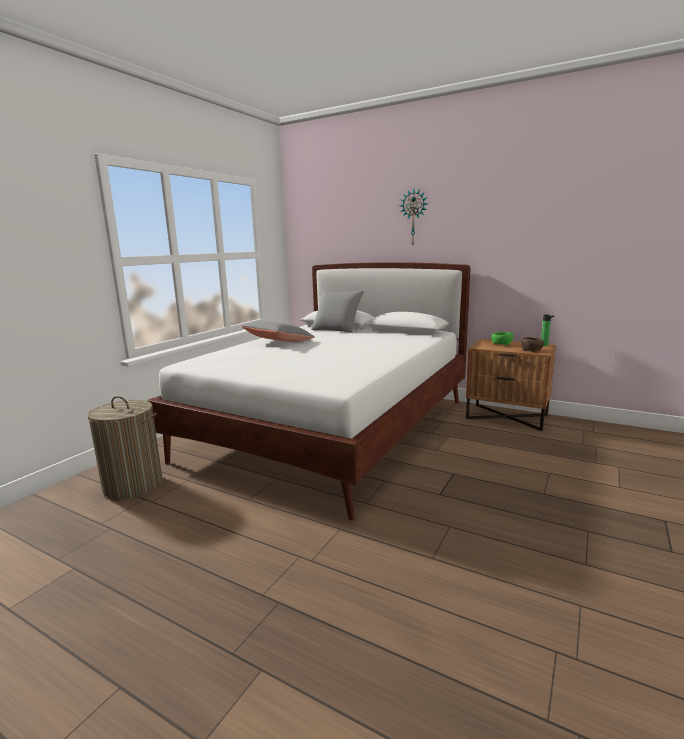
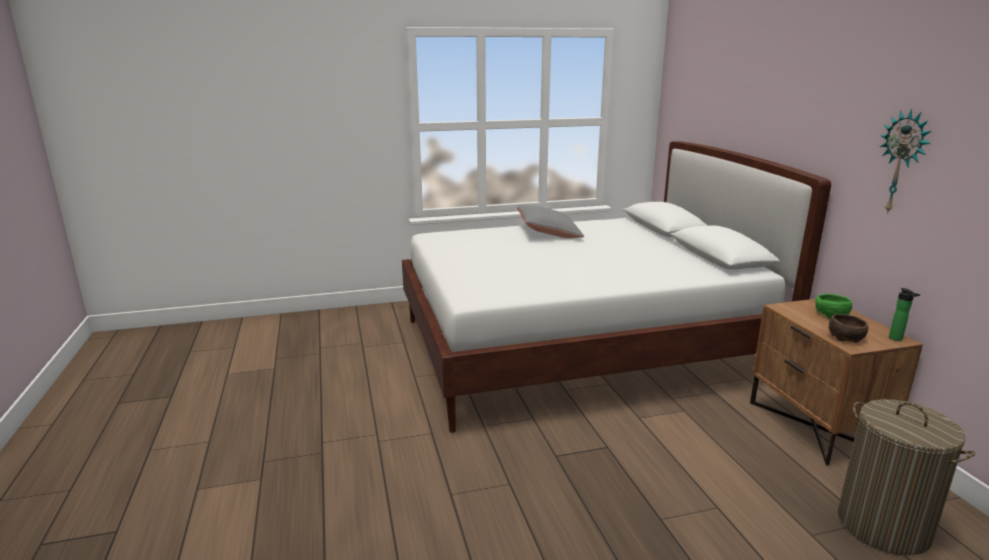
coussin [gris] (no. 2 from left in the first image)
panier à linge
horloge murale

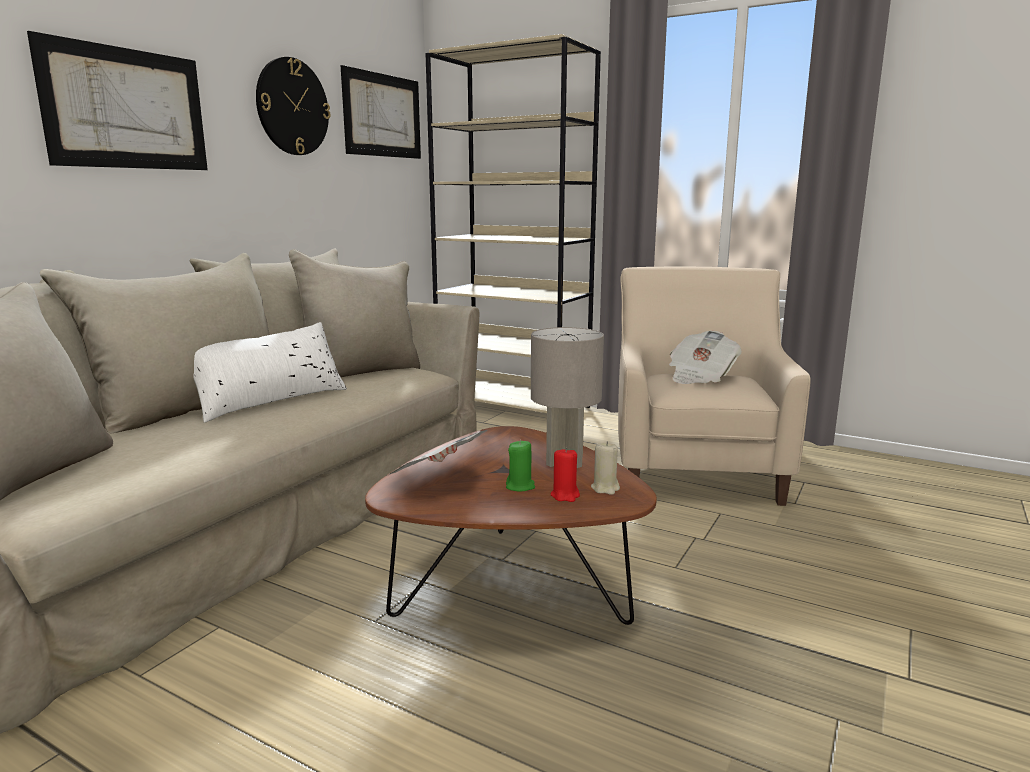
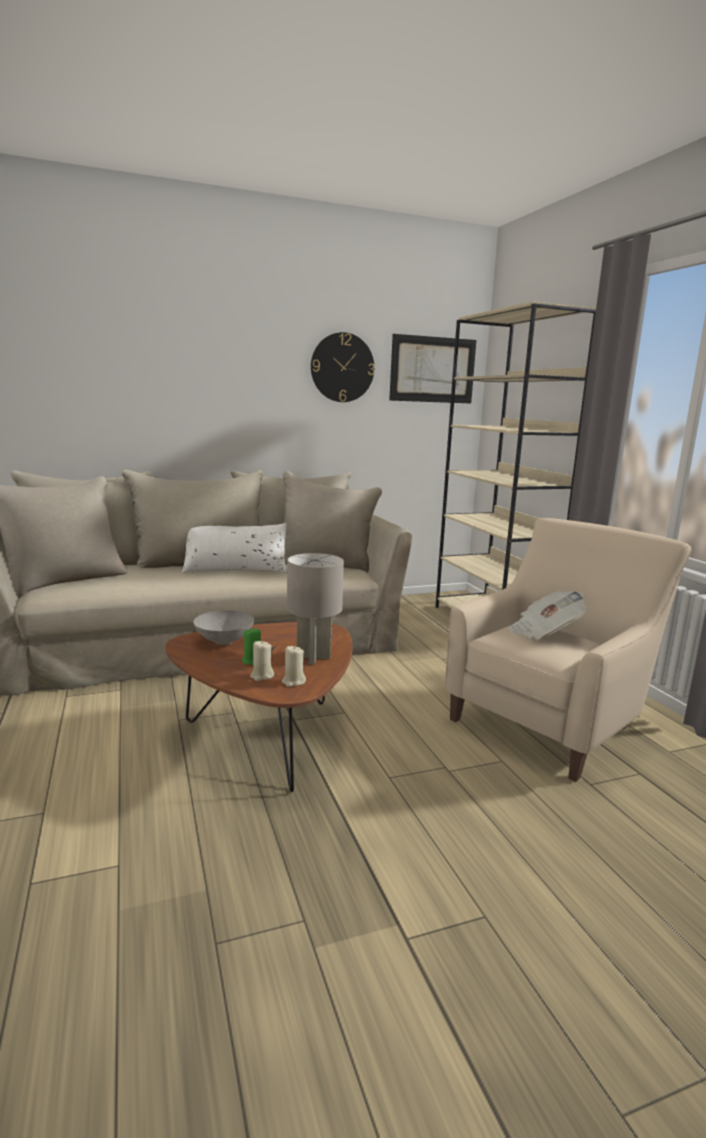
tableau (no. 1 from left in the first image)
bol [gris]
bougie [beige] (no. 1 from left)

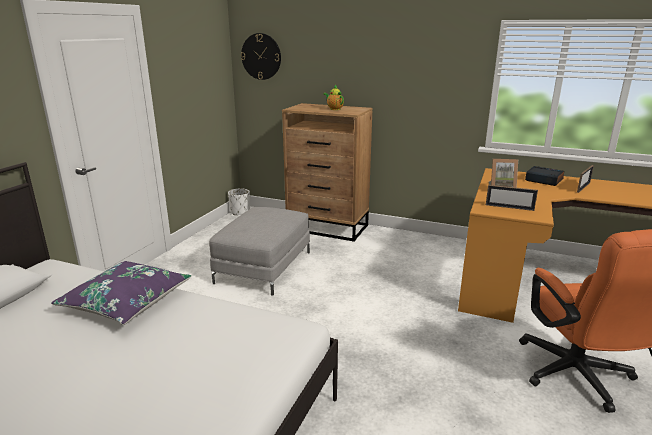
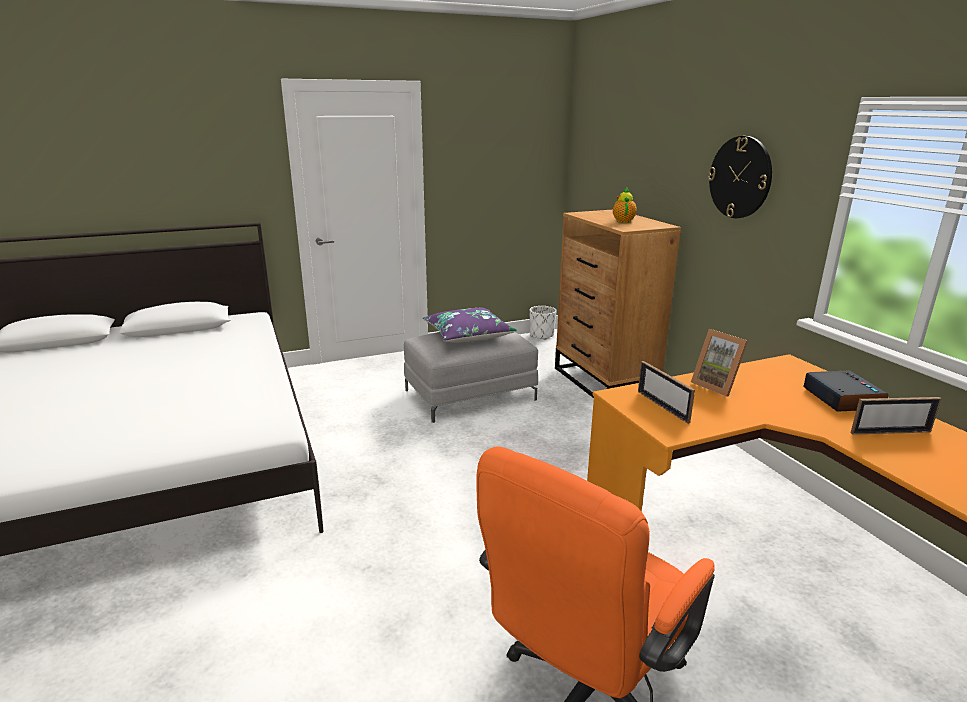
coussin [violet]
horloge murale

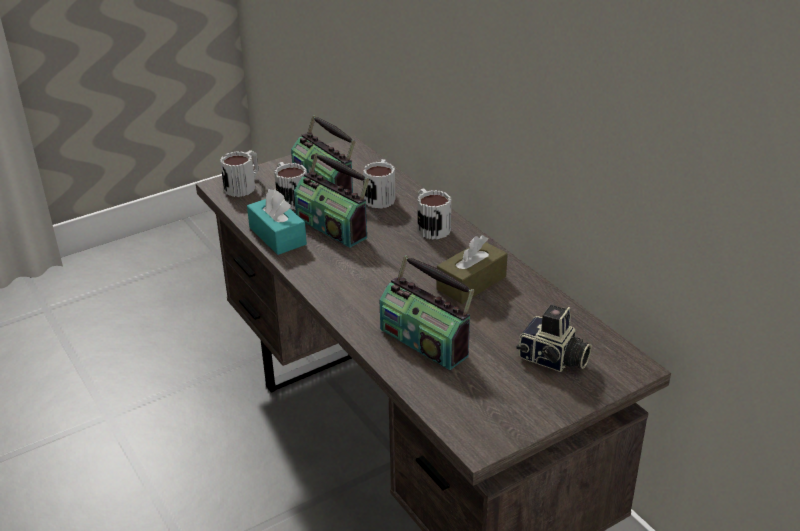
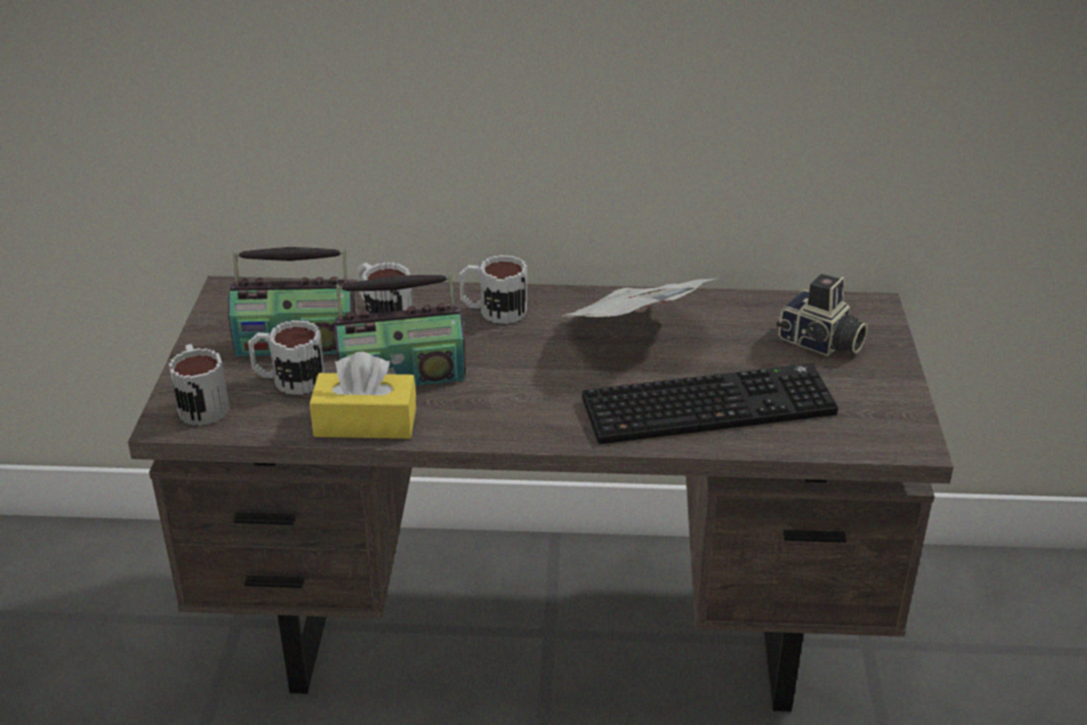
clavier
journal
boîte à mouchoirs [jaune]
appareil photo

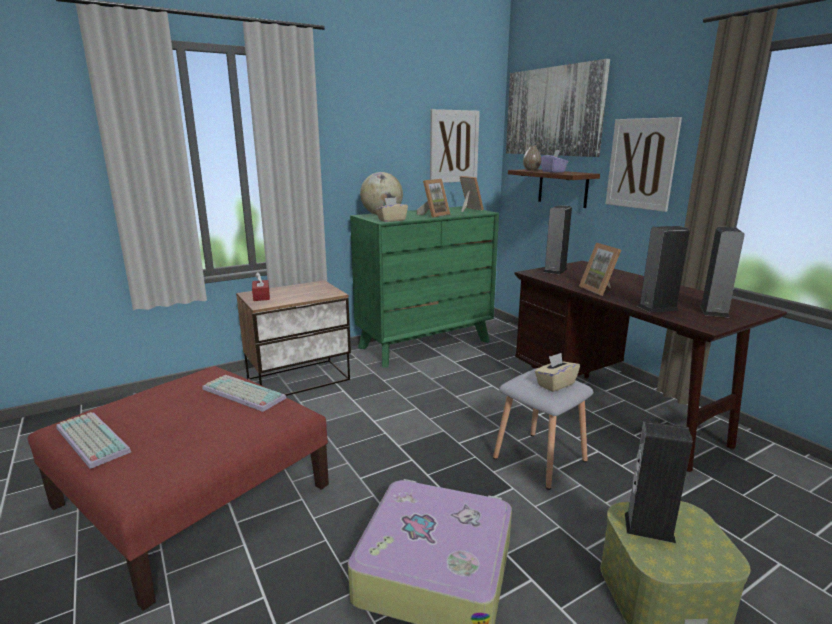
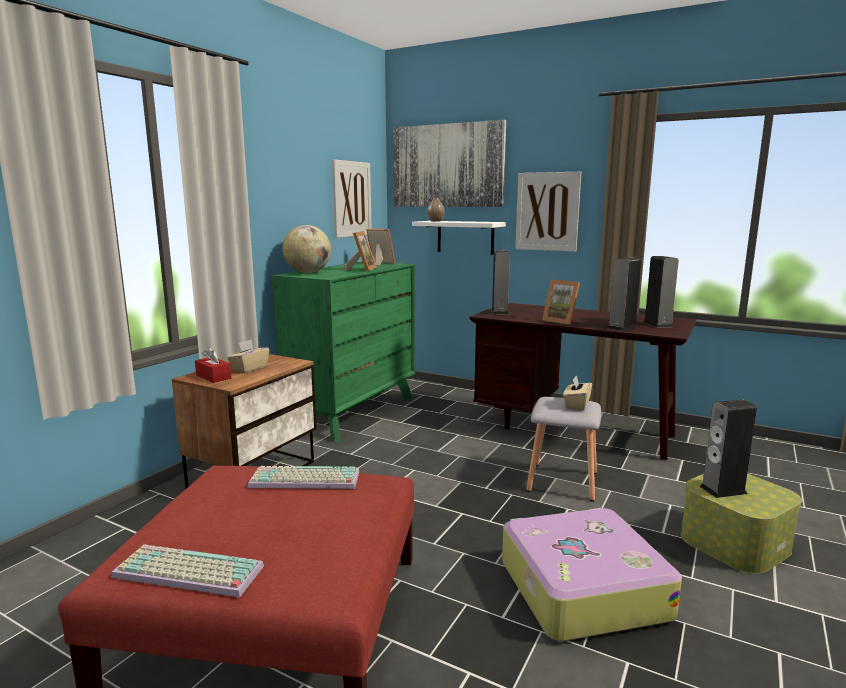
boîte à mouchoirs [violet]
boîte à mouchoirs [beige] (no. 1 from left)
étagère [blanc]

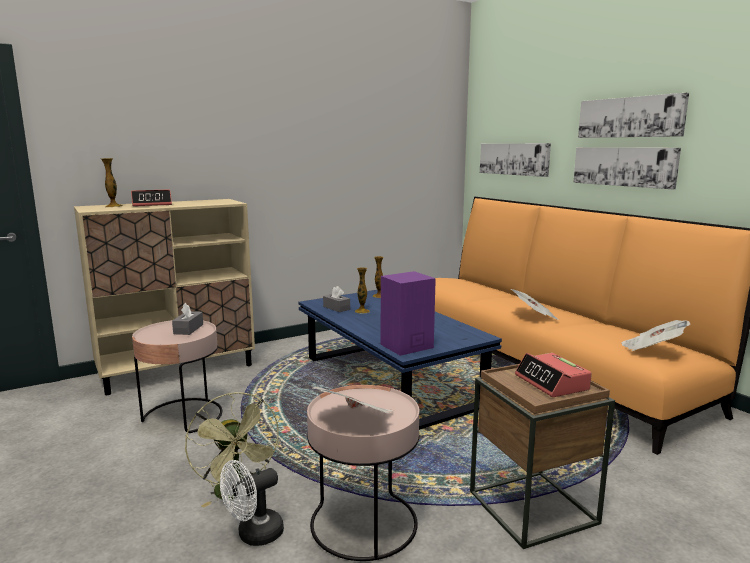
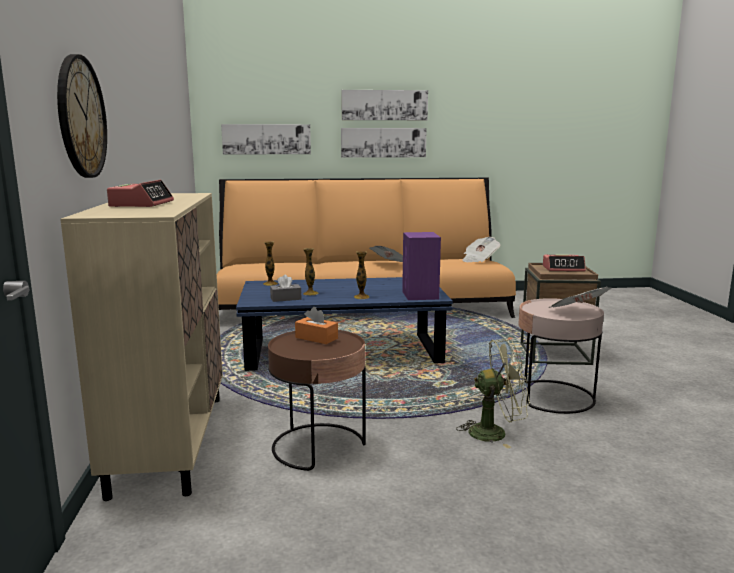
ventilateur [blanc]
horloge murale
vase (no. 3 from left)
table d'appoint [marron] (no. 1 from left)
boîte à mouchoirs [orange]

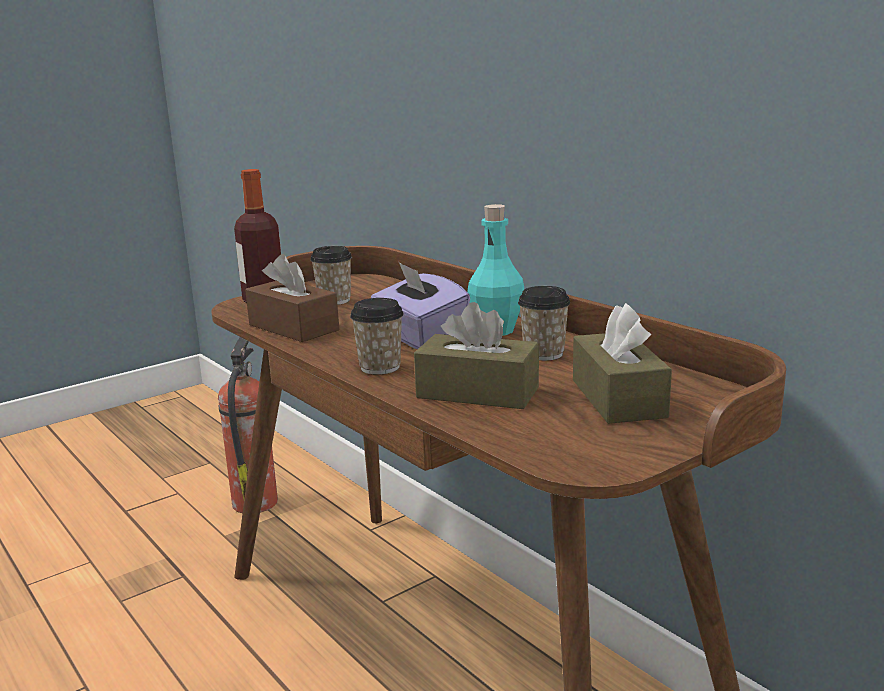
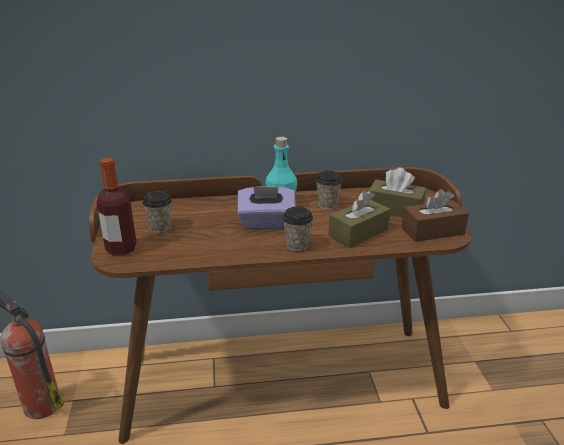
boîte à mouchoirs [marron] (no. 3 from left)

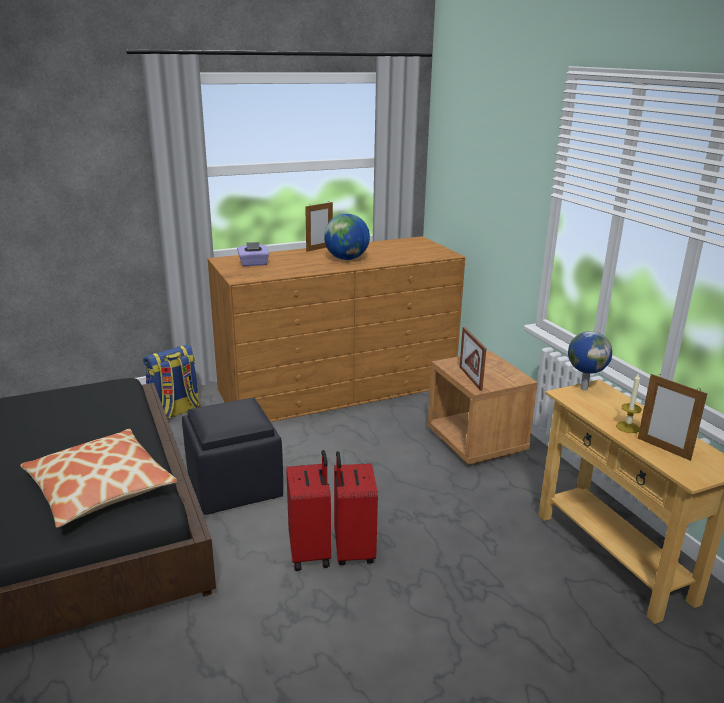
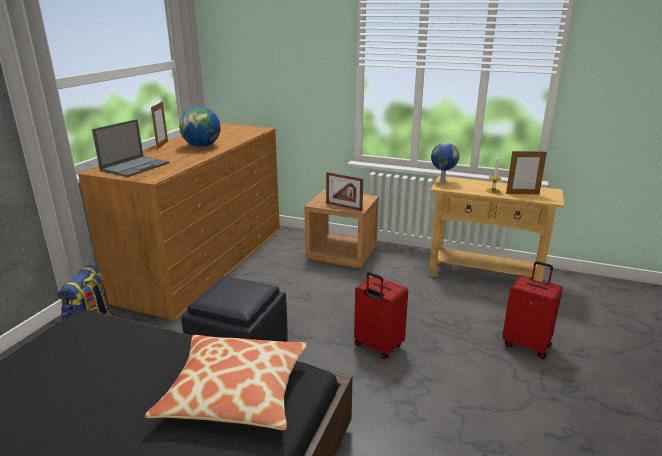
valise [rouge] (no. 2 from left)
ordinateur portable

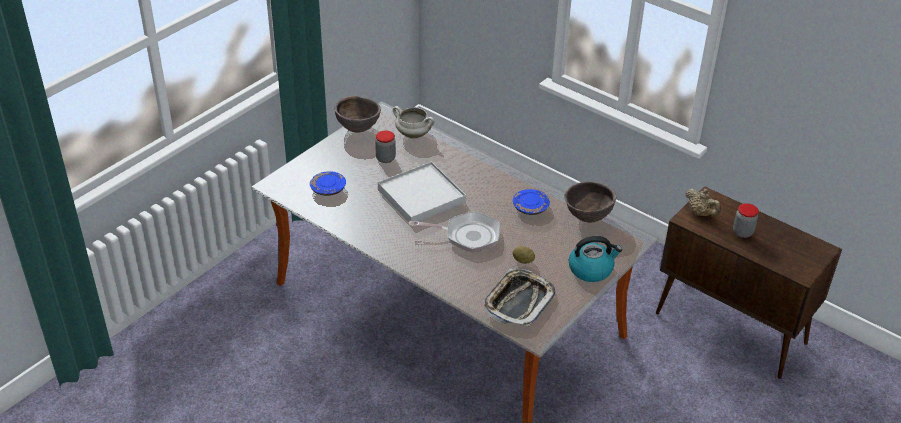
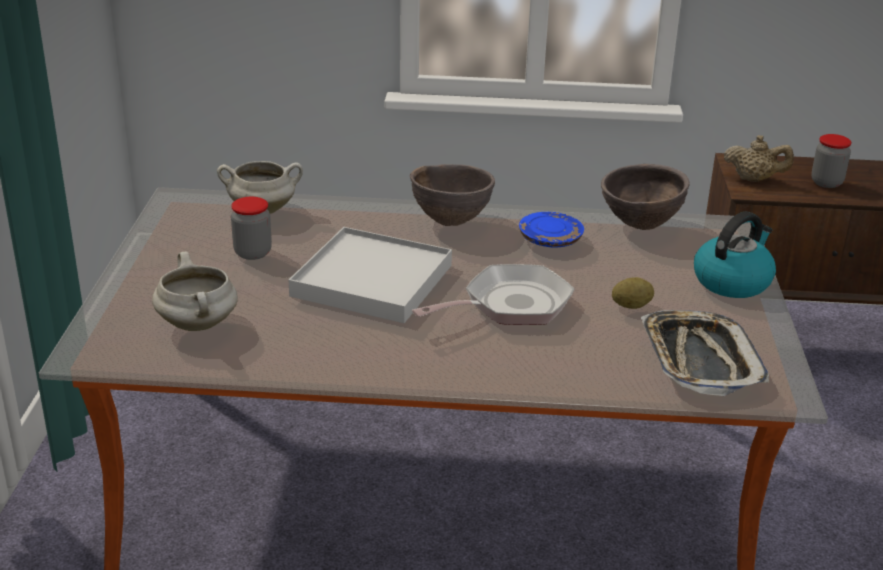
bol [marron] (no. 1 from left)
marmite [blanc] (no. 1 from left)

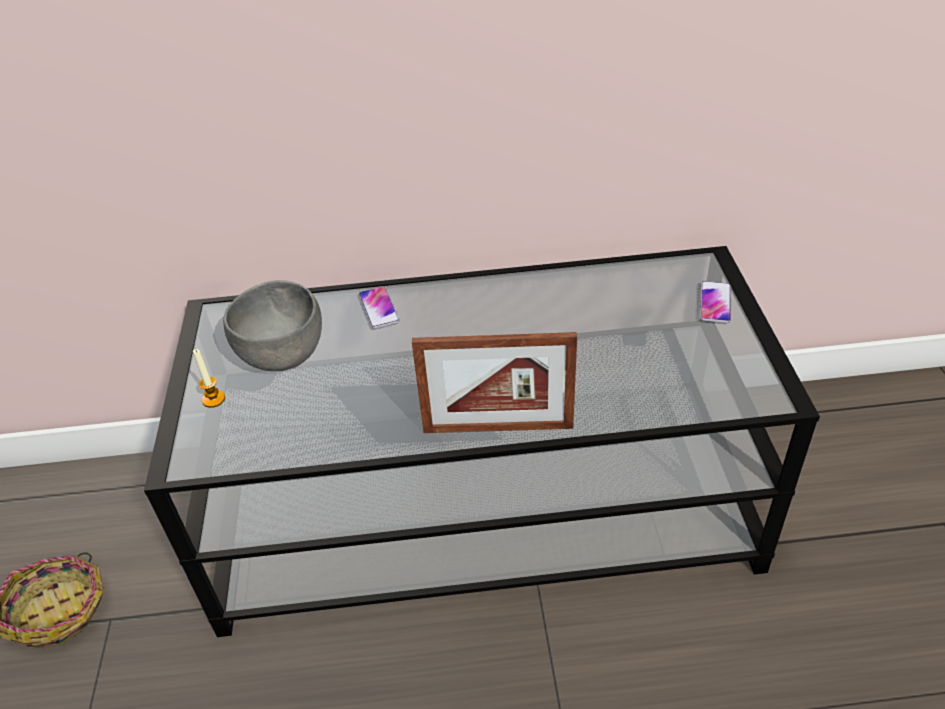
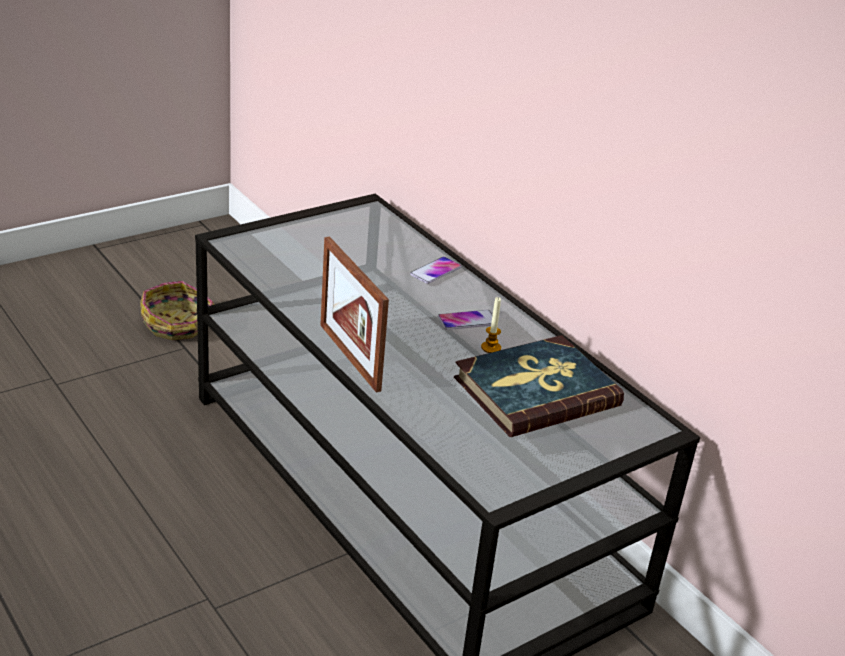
bol [gris]
livre
bougie
téléphone (no. 2 from left)

